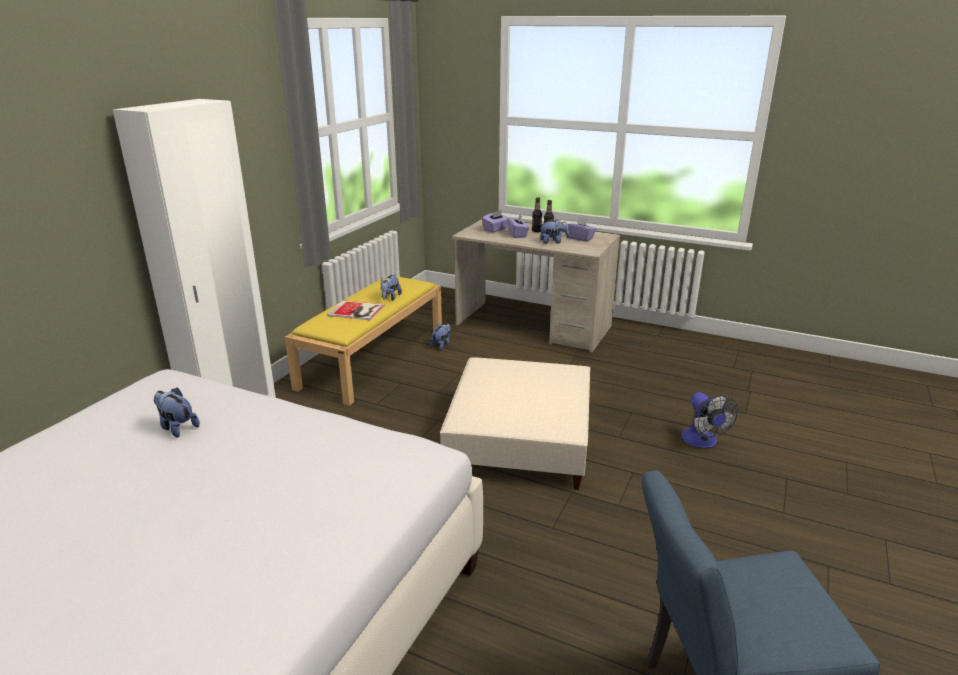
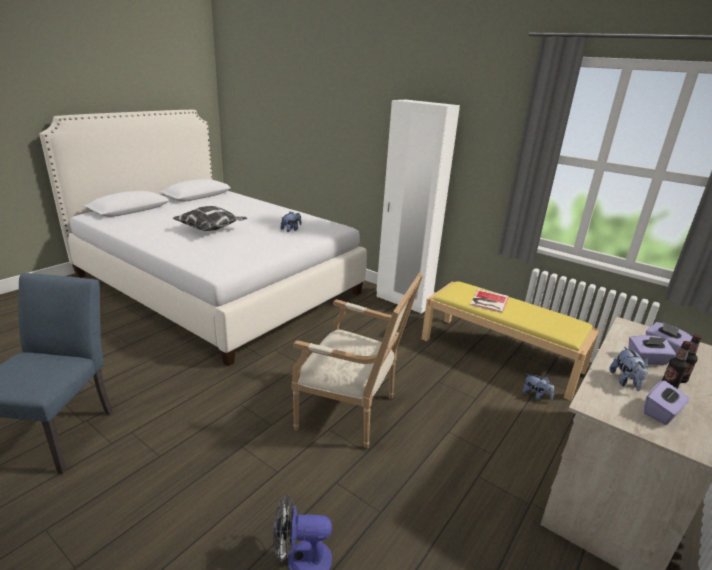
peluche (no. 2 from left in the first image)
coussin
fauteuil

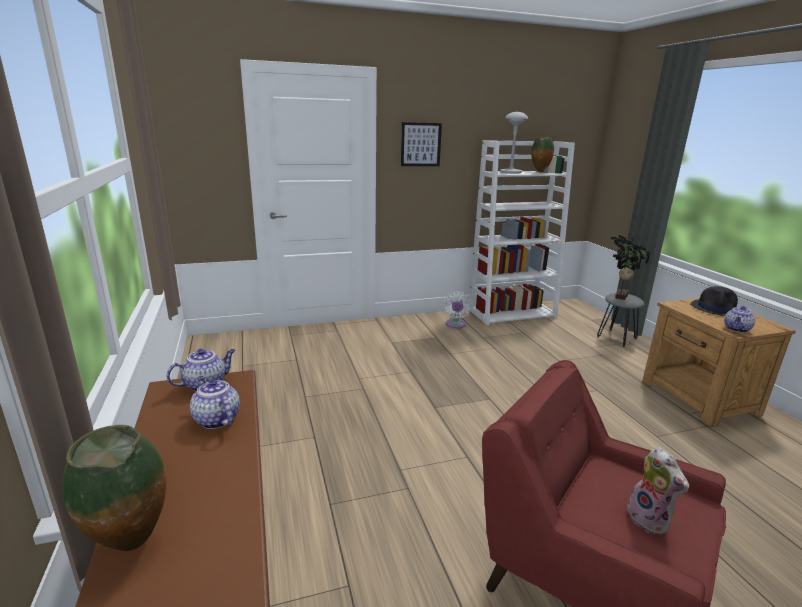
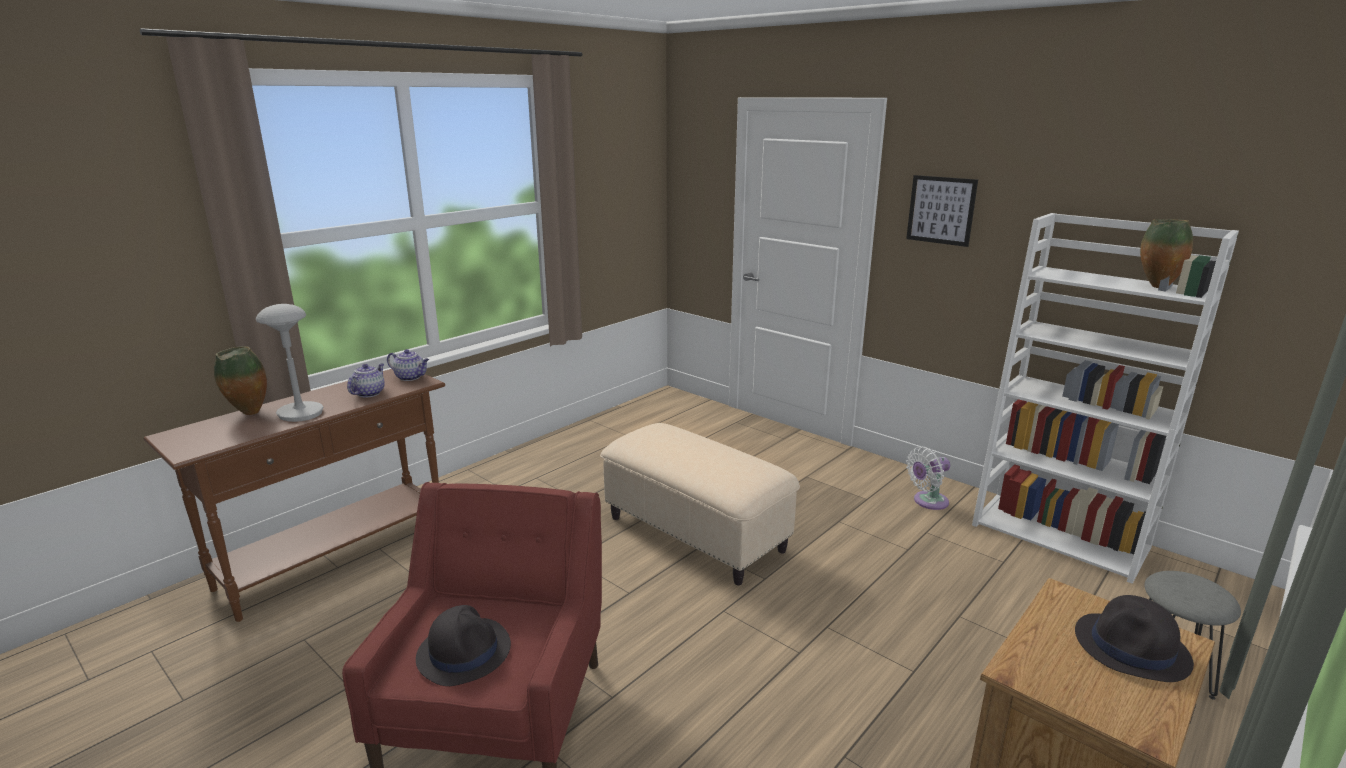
plante en pot
théière (no. 3 from left in the first image)
pouf [beige]
lampe de table [gris]
chapeau [noir] (no. 1 from left)

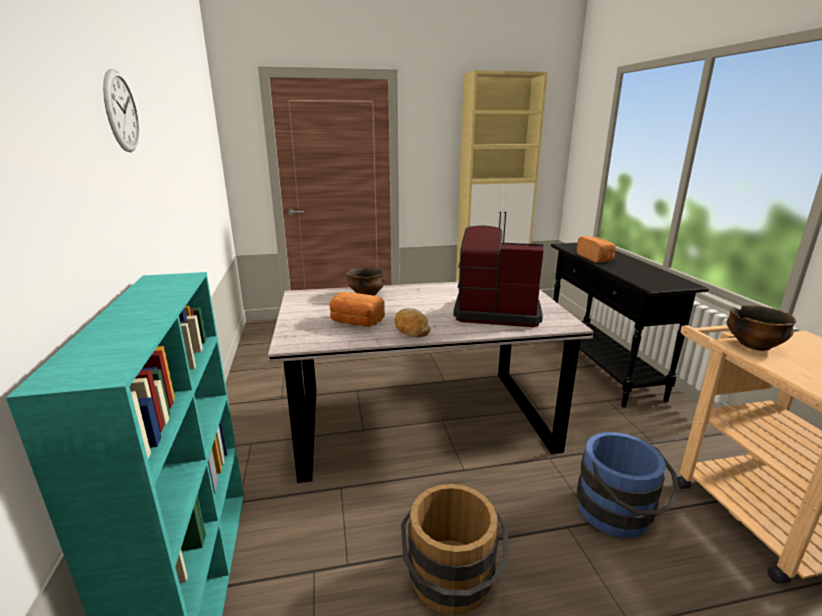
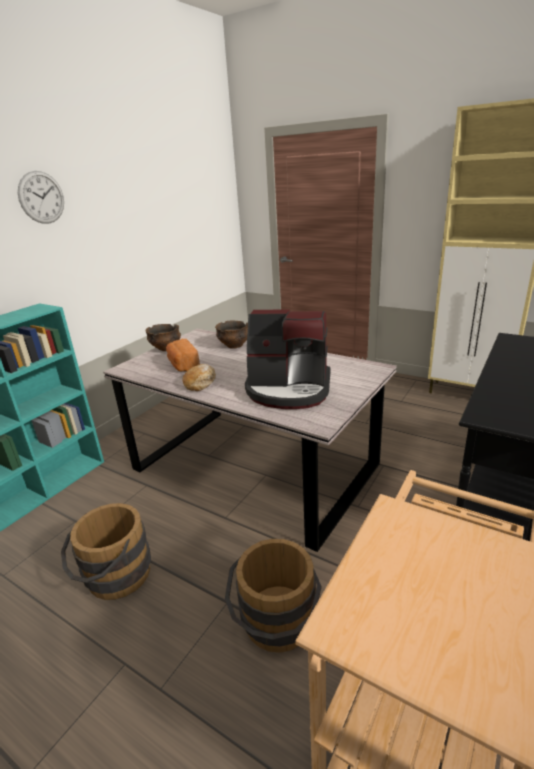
pain (no. 3 from left in the first image)
bol (no. 1 from left)
seau [marron] (no. 2 from left)
machine à café

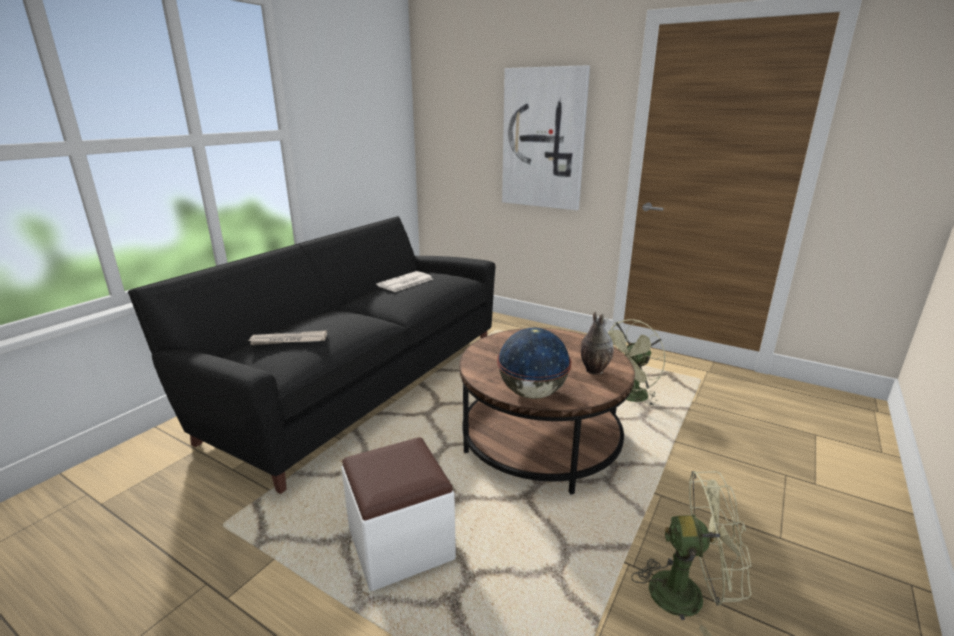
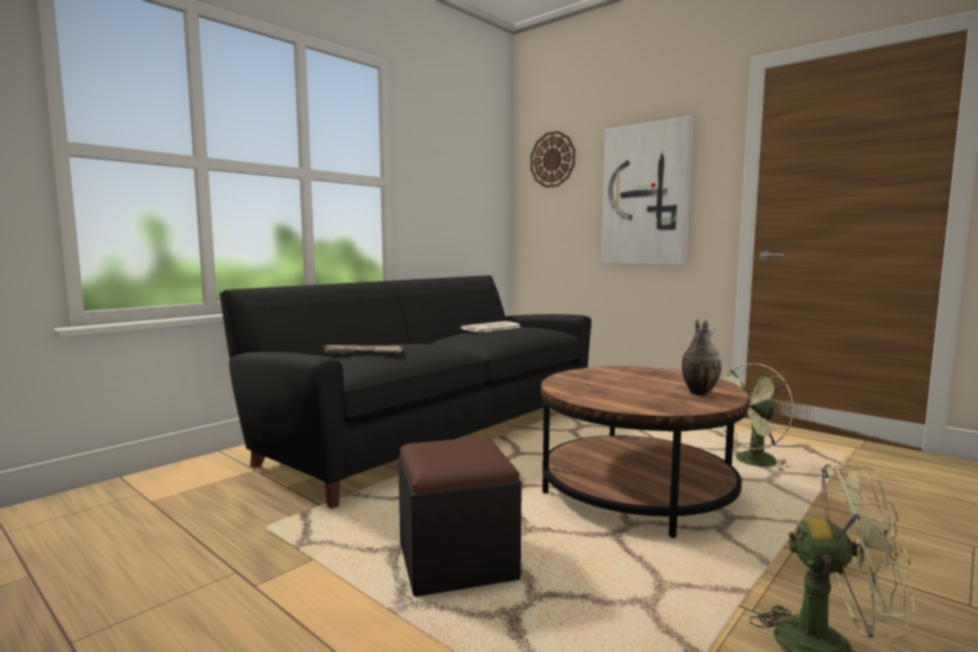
globe
horloge murale
pouf [noir]

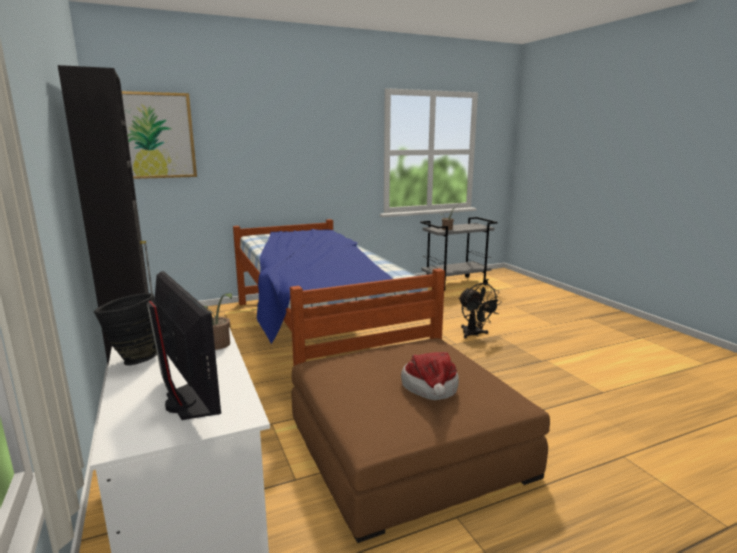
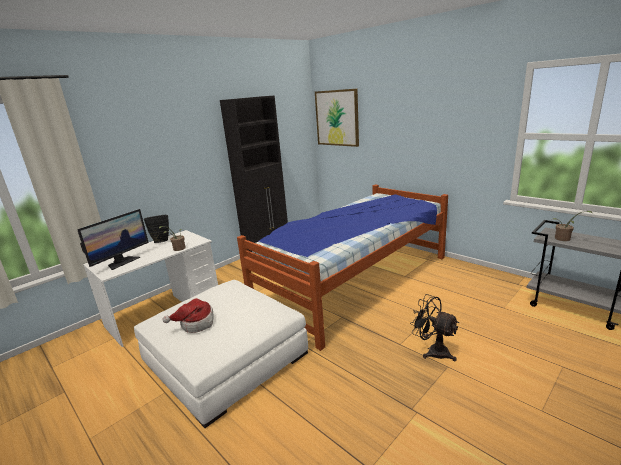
pouf [blanc]
ventilateur [noir]

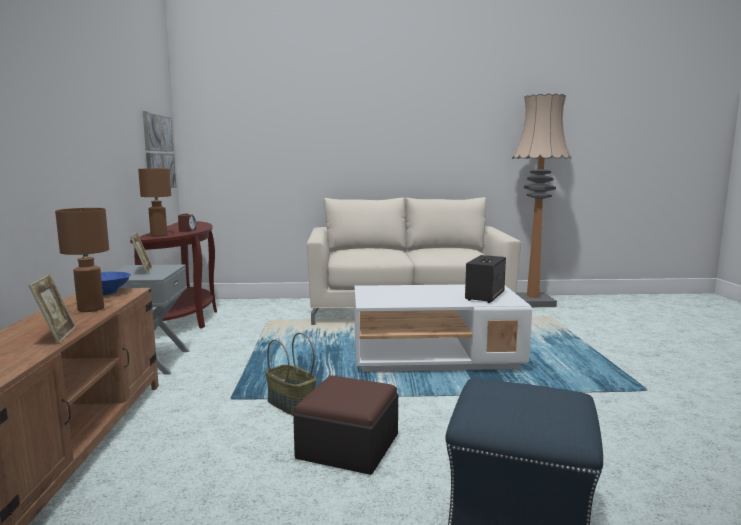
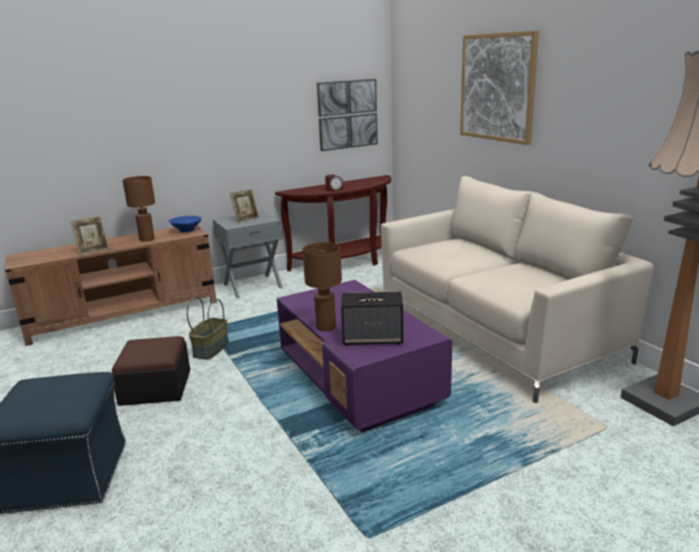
tableau (no. 2 from left)
lampe de table [marron] (no. 2 from left)
table basse [violet]

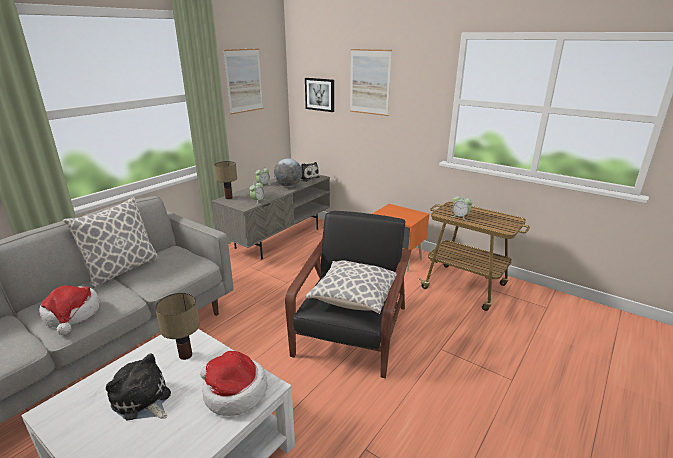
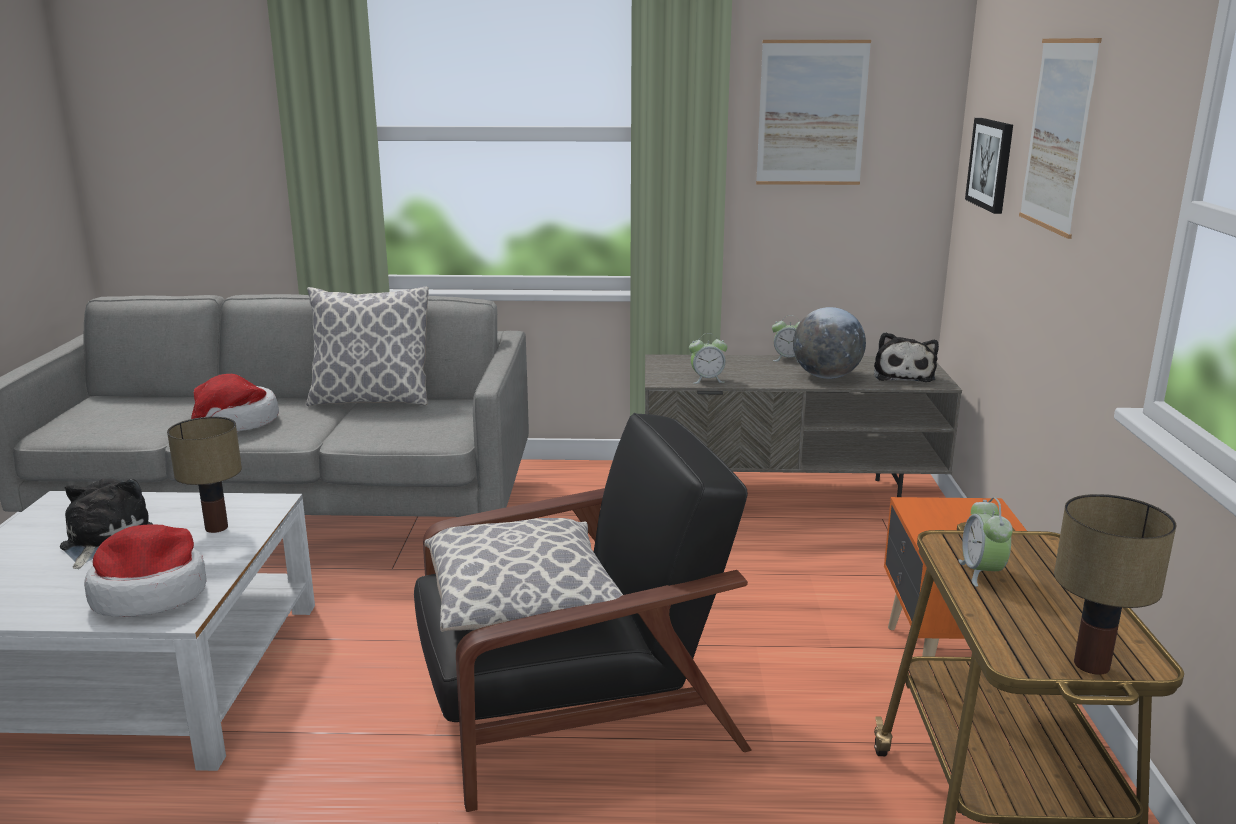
lampe de table (no. 2 from left)

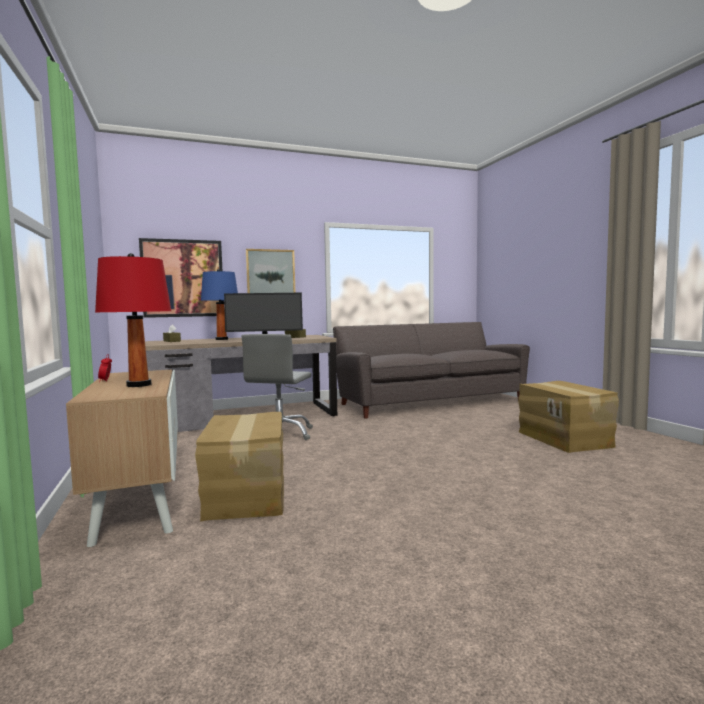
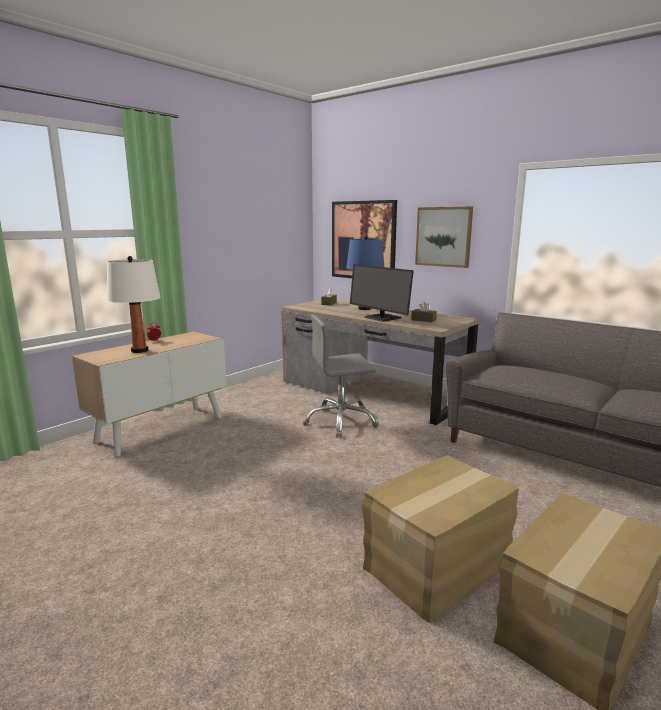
carton (no. 1 from left)
lampe de table [blanc]

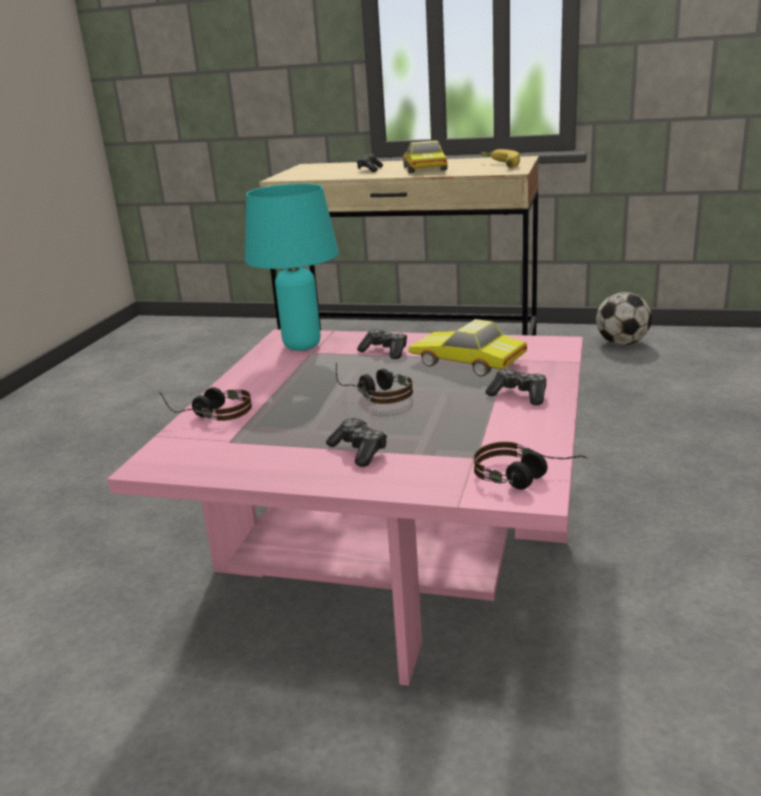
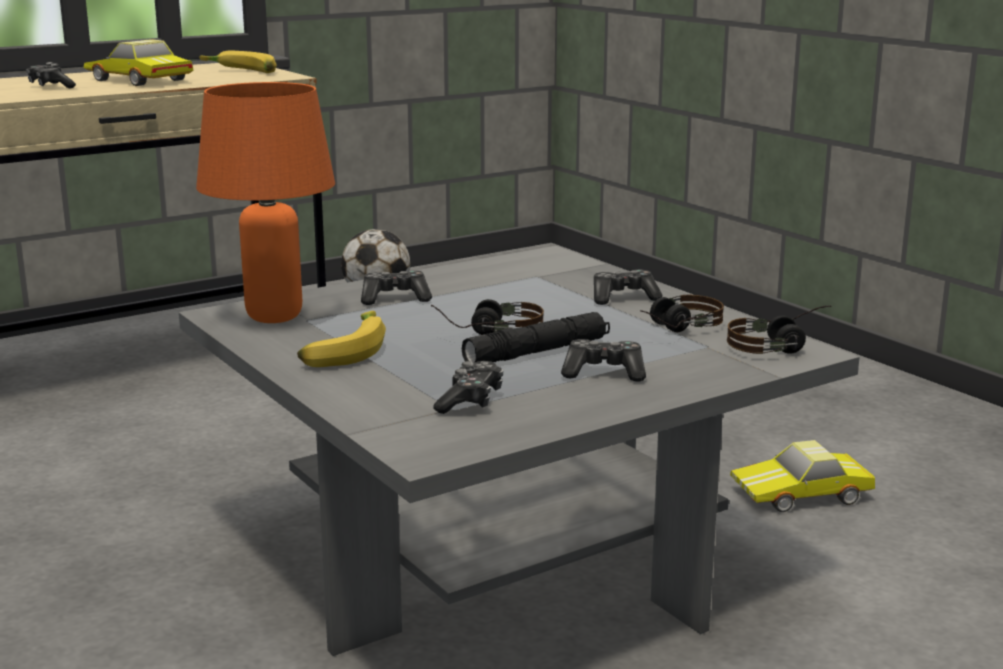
banane (no. 2 from left)
manette (no. 3 from left)
lampe de poche [noir]
casque audio (no. 2 from left)
petite voiture (no. 2 from left)
table basse [gris]
lampe de table [orange]

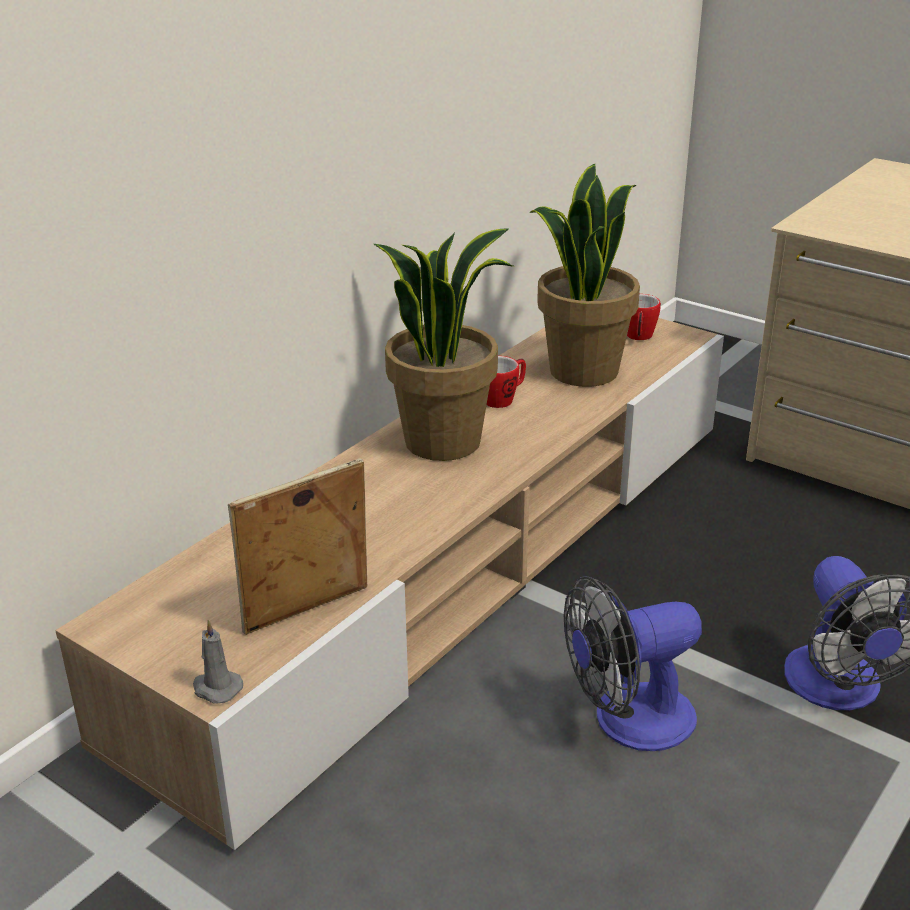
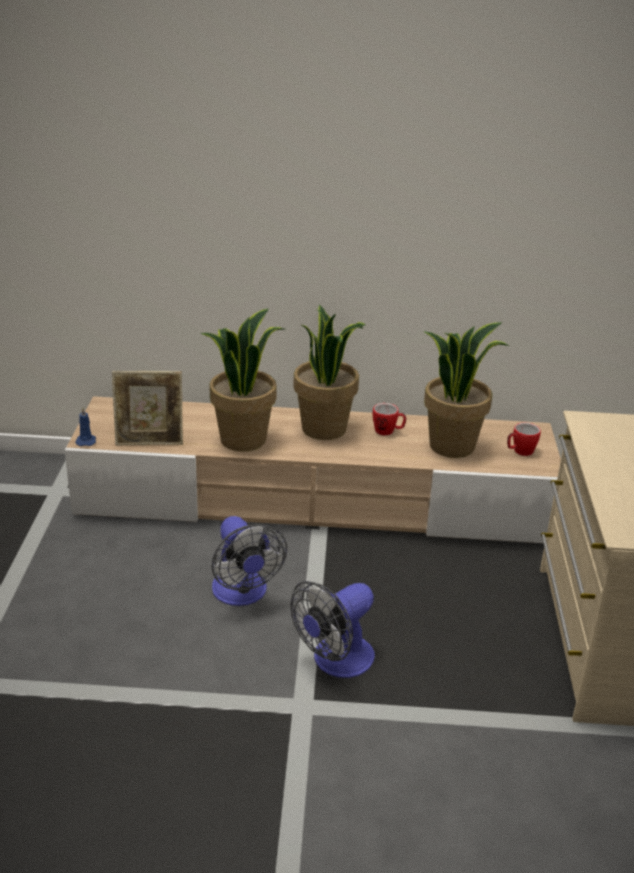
plante en pot (no. 1 from left)
bougie [bleu]
cadre photo
ventilateur (no. 1 from left)

